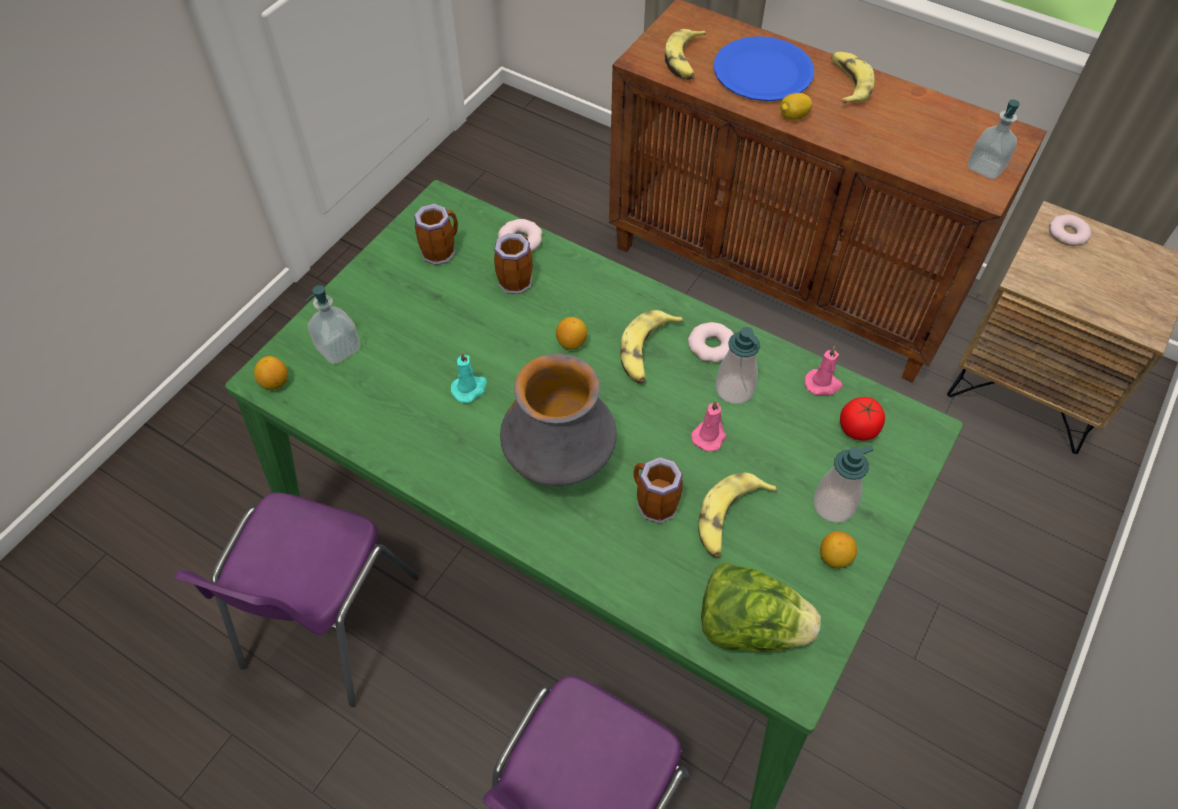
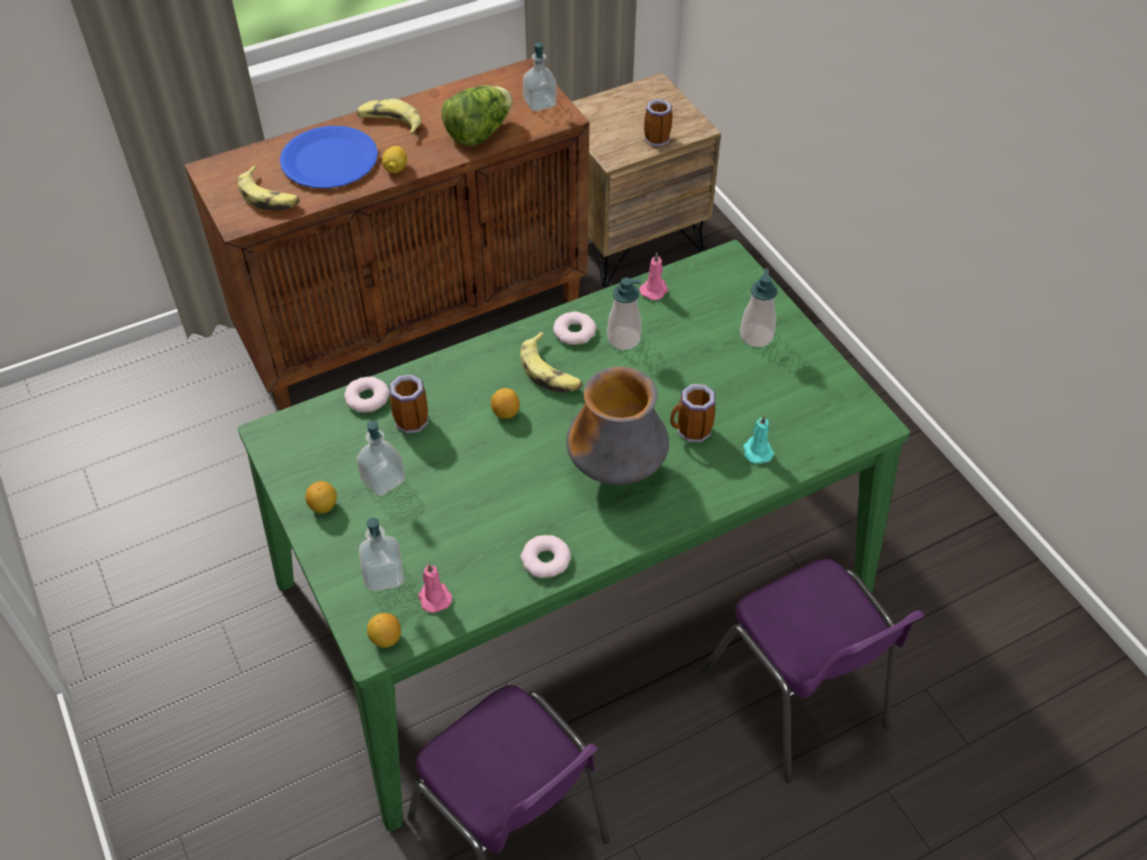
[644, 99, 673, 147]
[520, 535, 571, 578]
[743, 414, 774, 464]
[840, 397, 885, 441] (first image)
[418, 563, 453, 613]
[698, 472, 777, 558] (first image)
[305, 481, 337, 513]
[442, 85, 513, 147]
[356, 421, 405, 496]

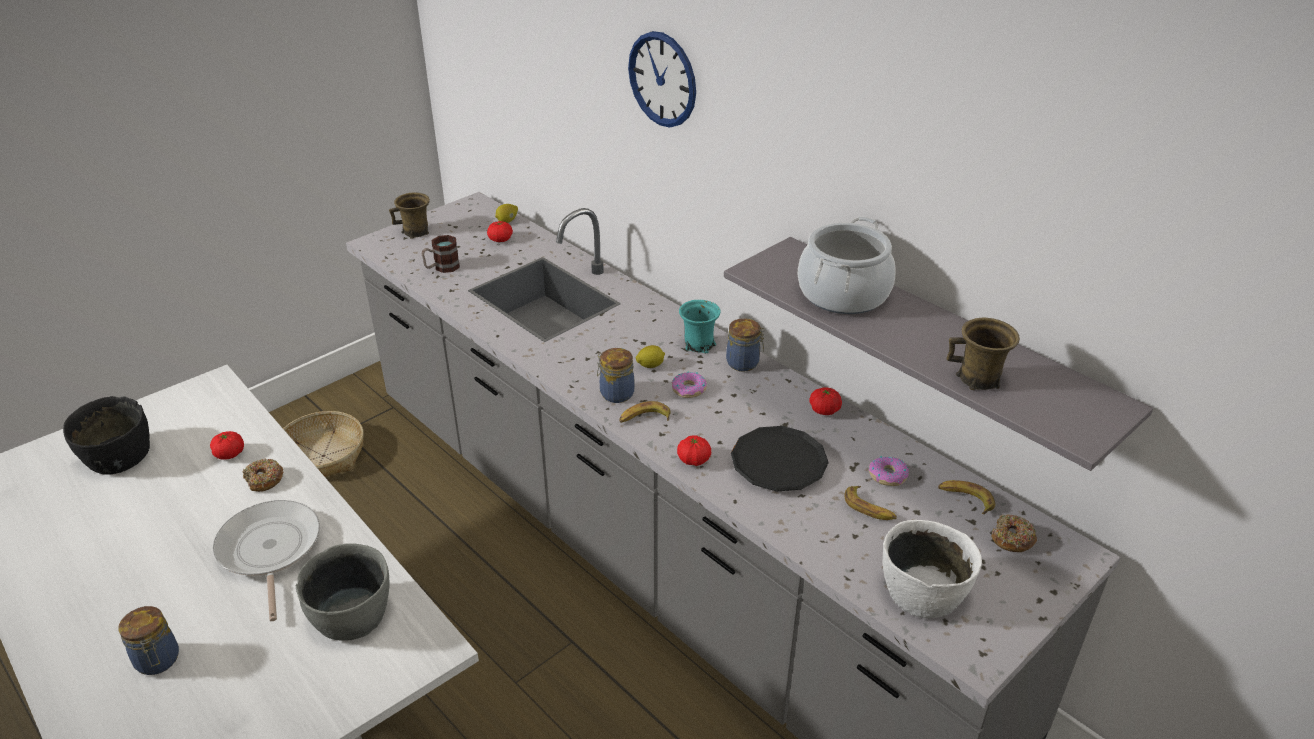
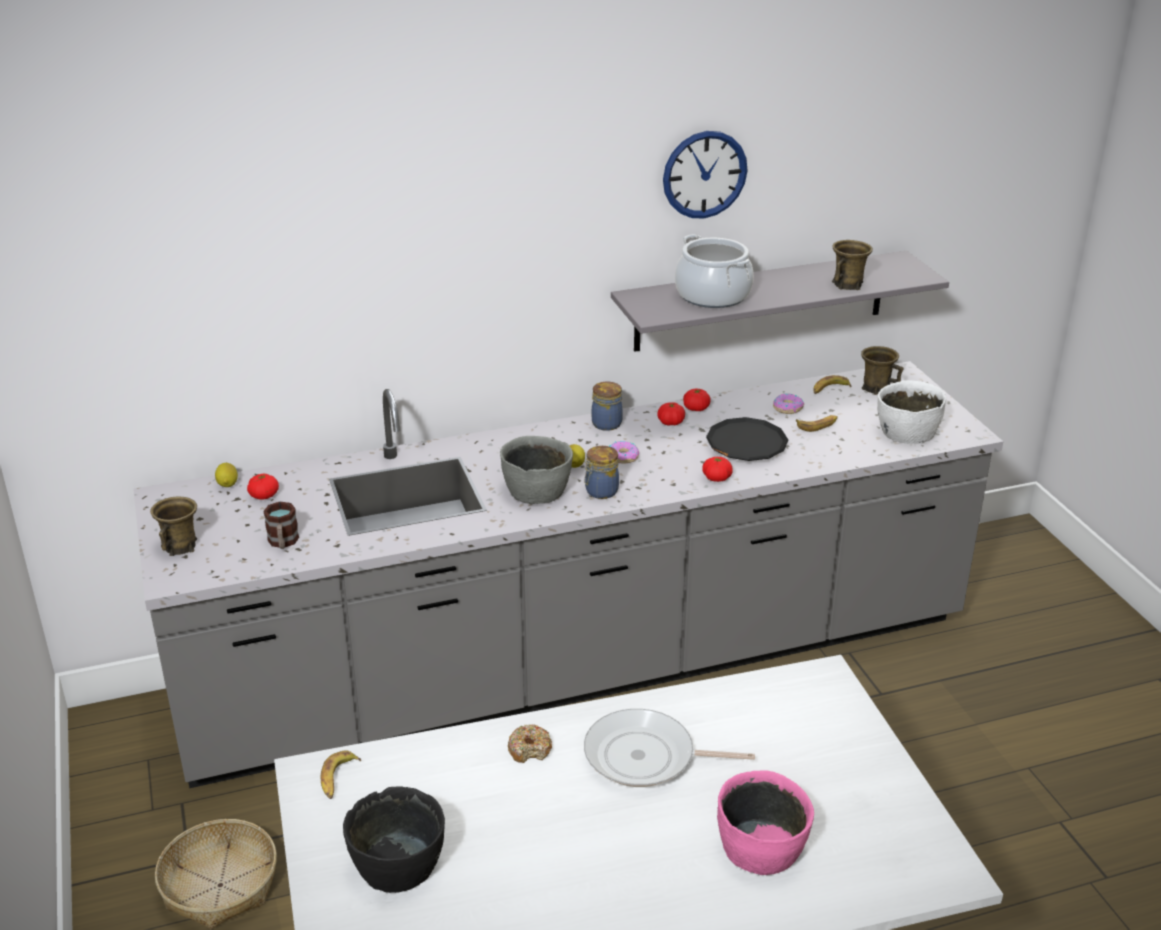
[663, 131, 747, 219]
[679, 300, 721, 353] (first image)
[321, 751, 361, 799]
[657, 402, 685, 426]
[861, 346, 903, 395]
[500, 436, 573, 504]
[717, 770, 814, 875]

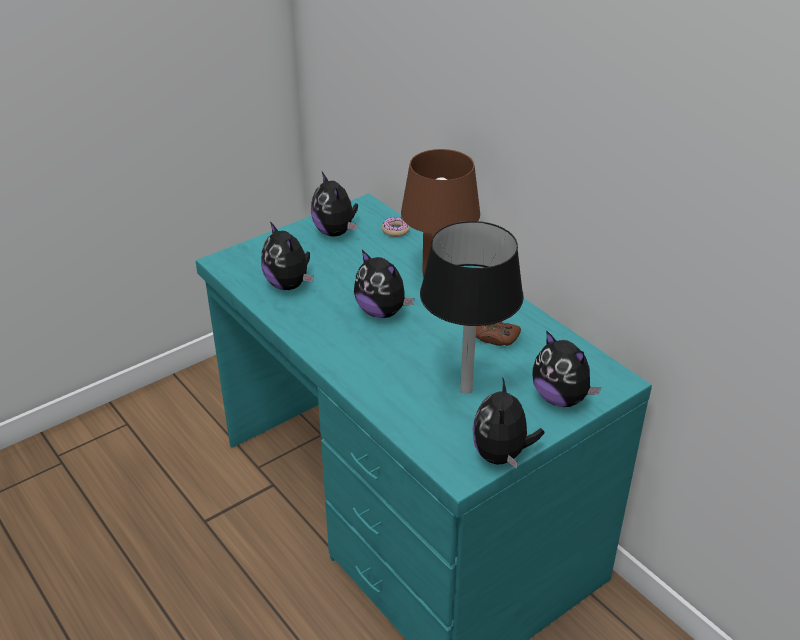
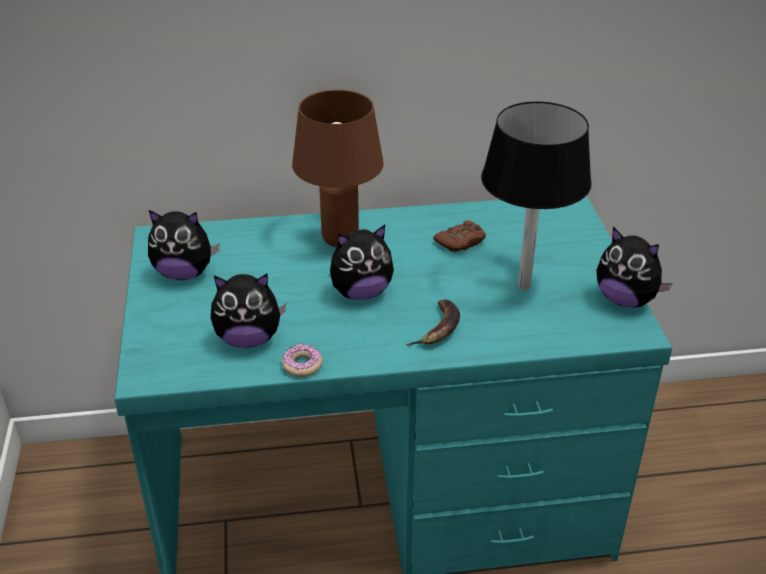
[282, 344, 323, 377]
[532, 330, 601, 407] (first image)
[406, 300, 460, 346]

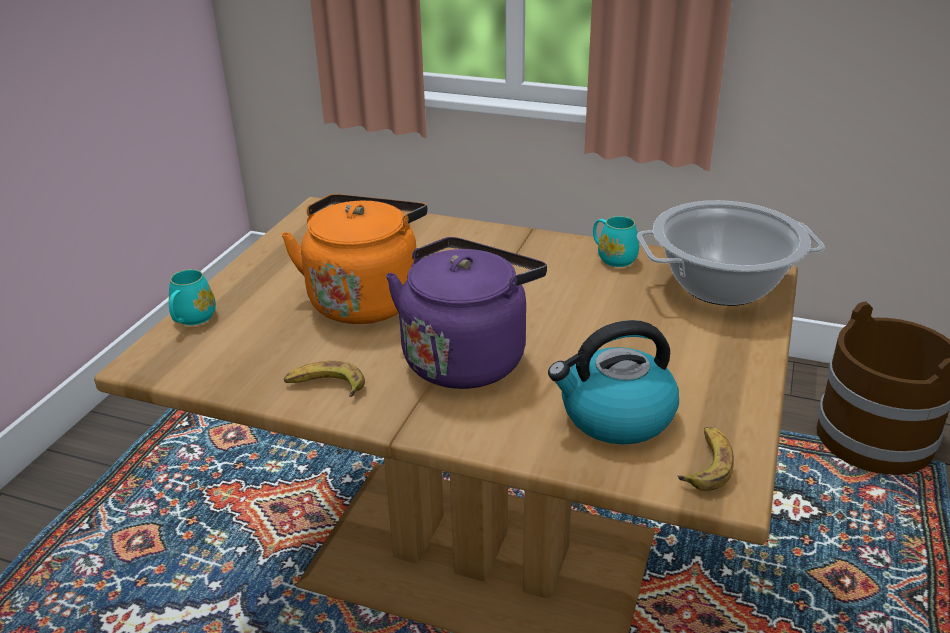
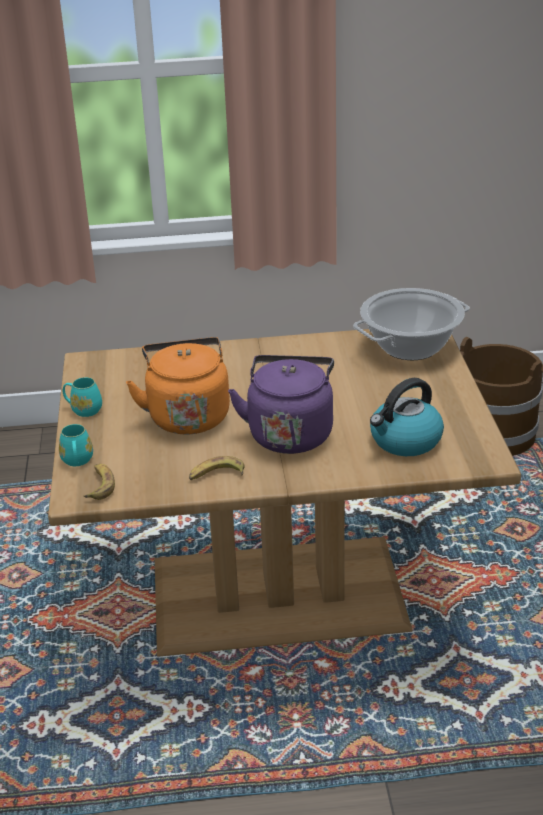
[63, 377, 102, 417]
[84, 464, 115, 500]

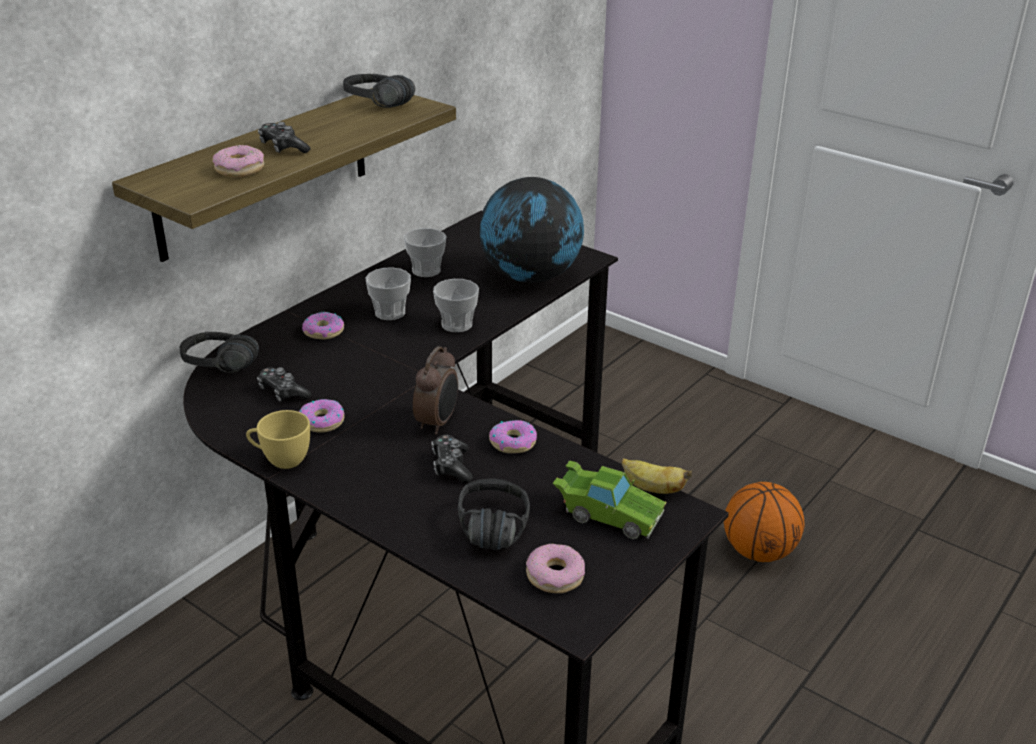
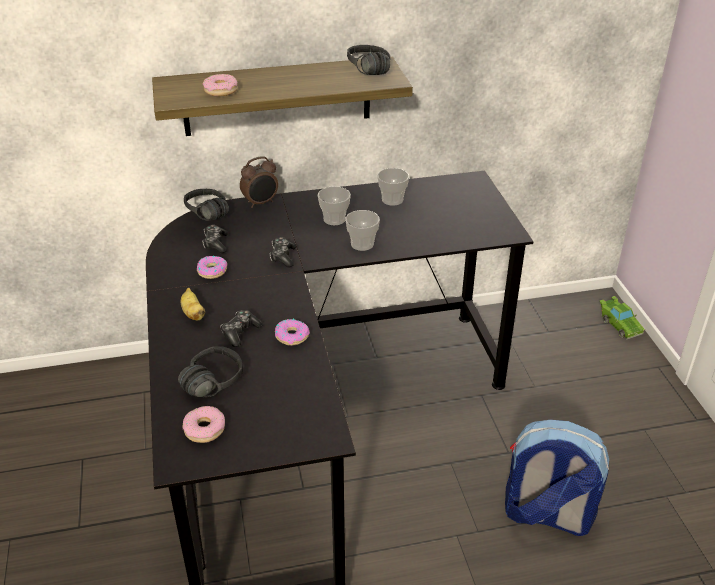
[269, 237, 296, 268]
[479, 177, 584, 283] (first image)
[302, 312, 344, 339] (first image)
[240, 156, 278, 208]
[246, 410, 310, 469] (first image)
[181, 288, 205, 320]
[600, 296, 645, 340]
[505, 420, 609, 536]

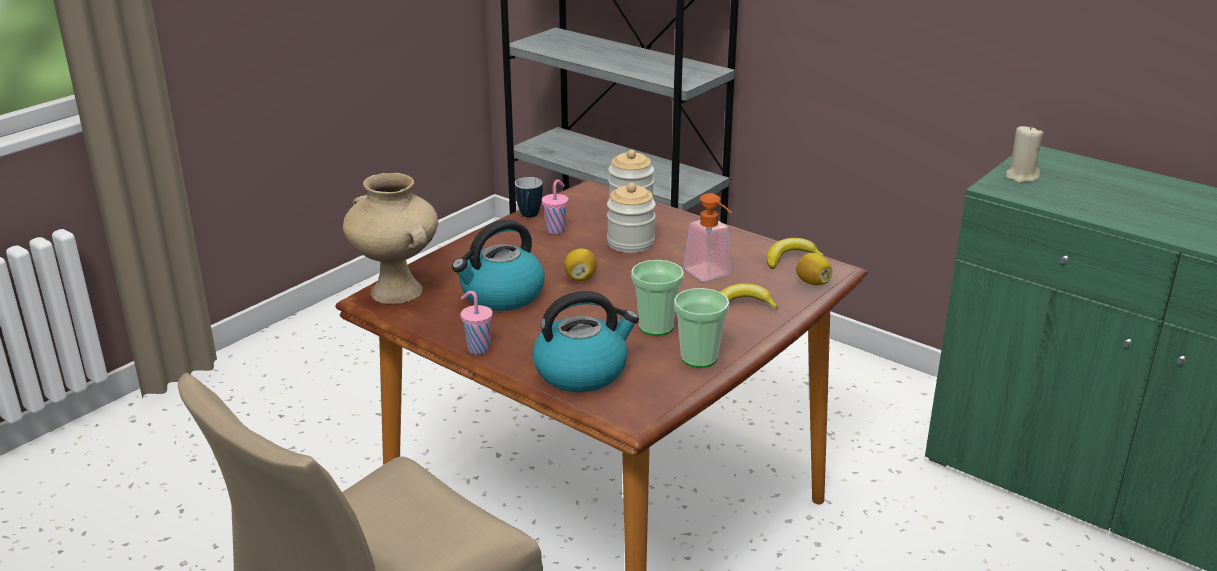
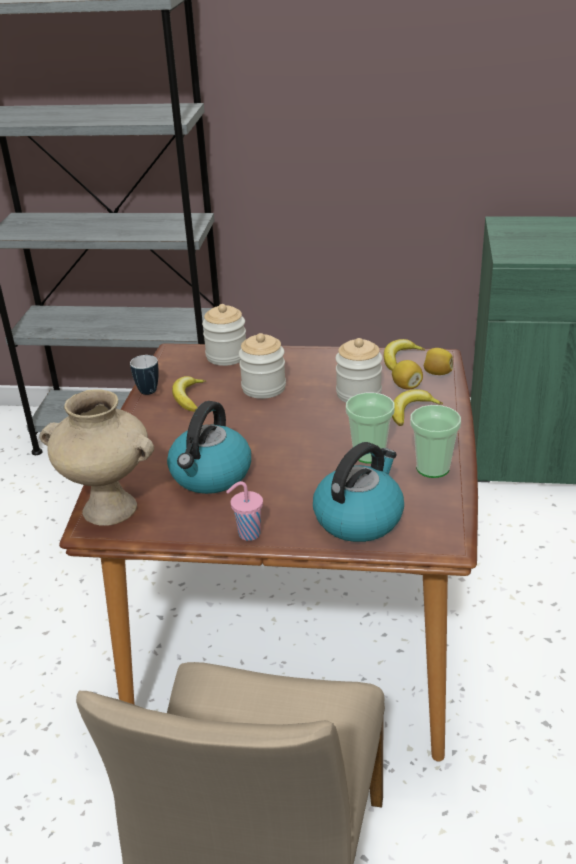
[1006, 125, 1044, 183] (first image)
[172, 376, 206, 412]
[335, 338, 382, 402]
[392, 360, 423, 390]

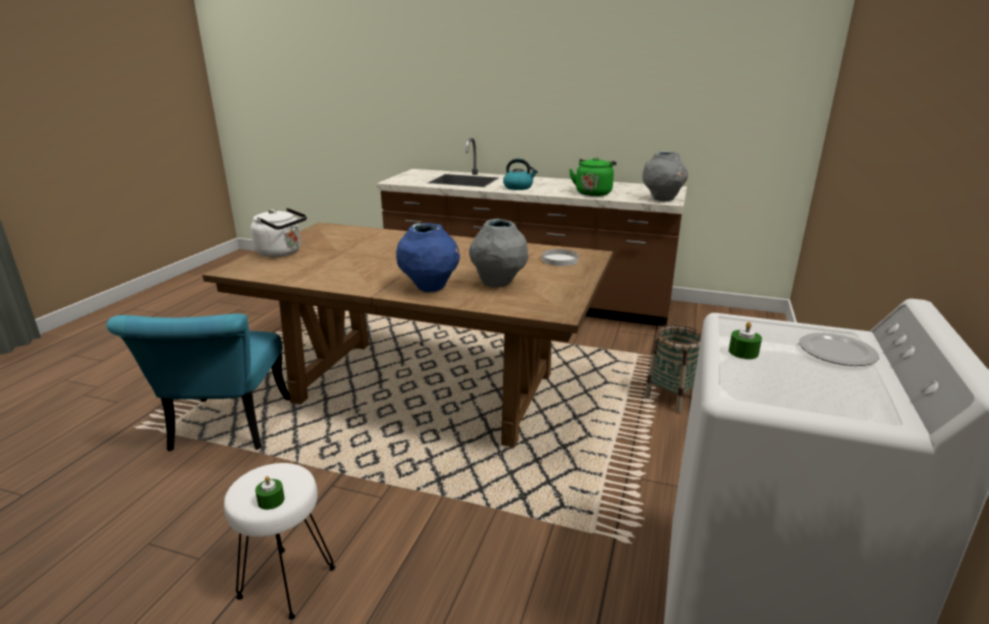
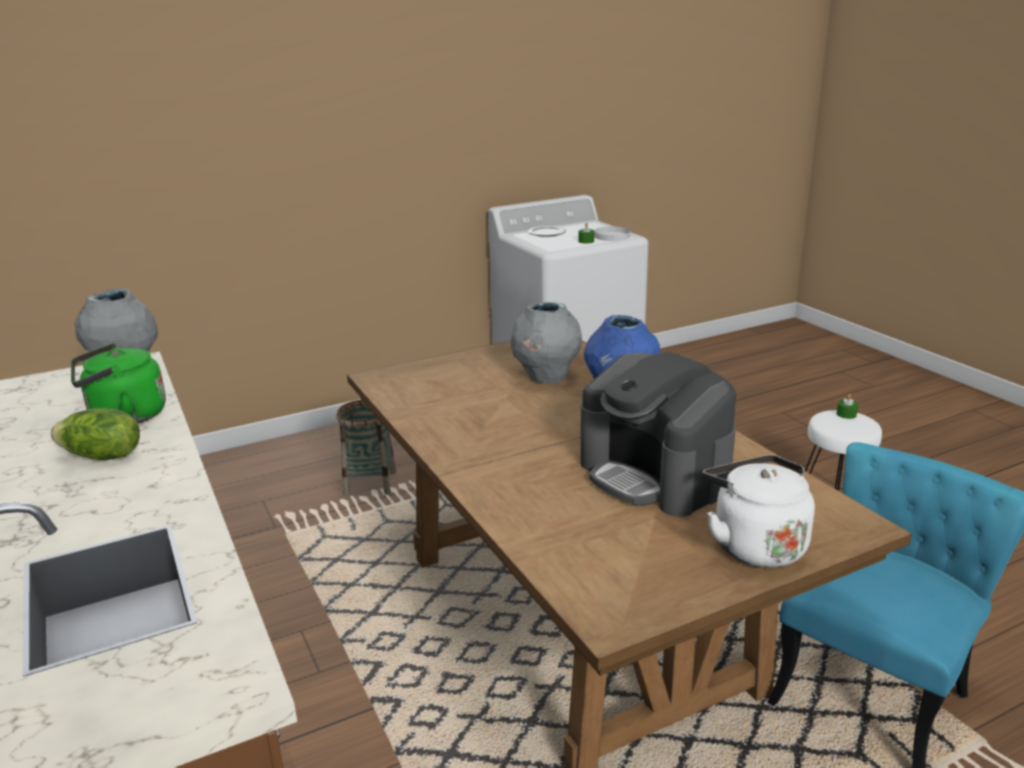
[503, 158, 538, 190] (first image)
[594, 227, 630, 241]
[580, 352, 736, 517]
[51, 408, 140, 460]

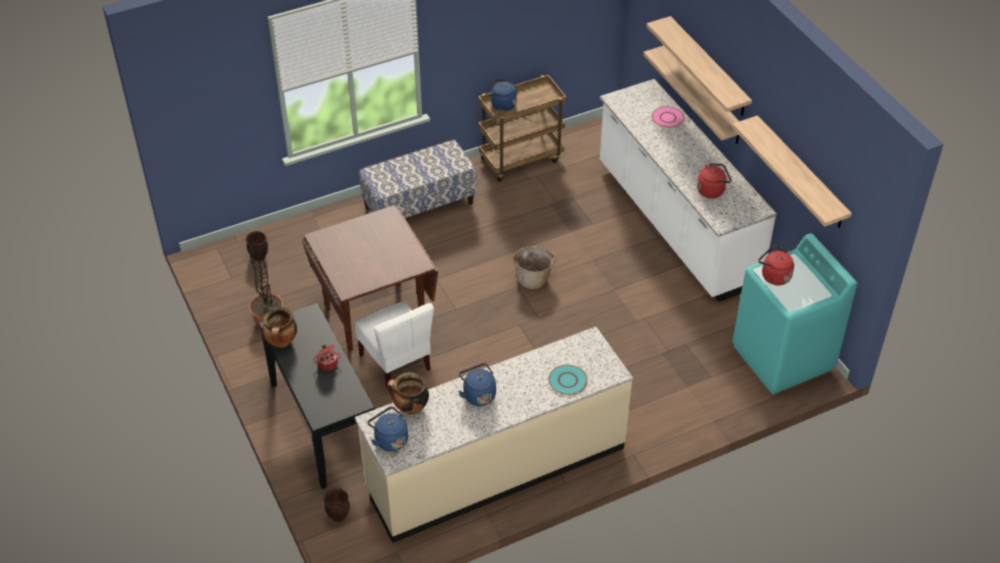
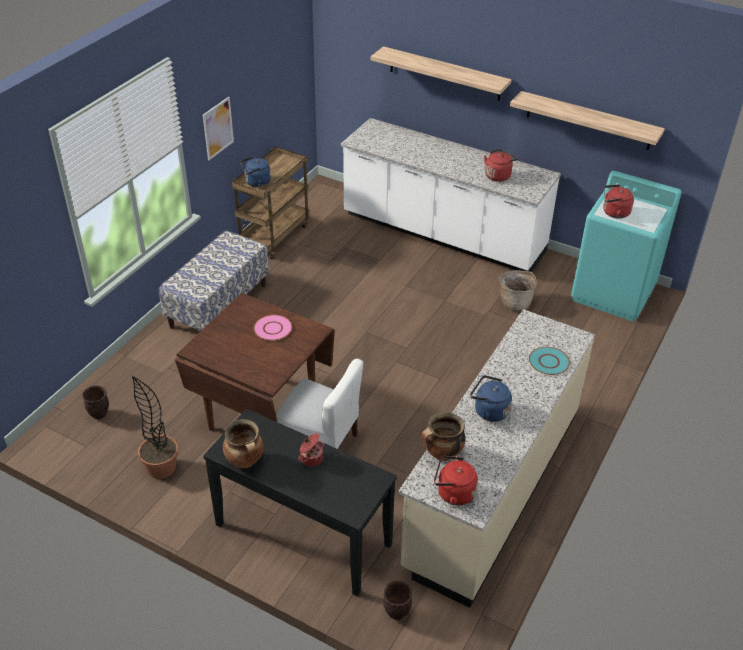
[643, 46, 739, 144] (first image)
[254, 315, 292, 341]
[499, 270, 537, 311]
[434, 456, 478, 505]
[203, 97, 234, 160]

